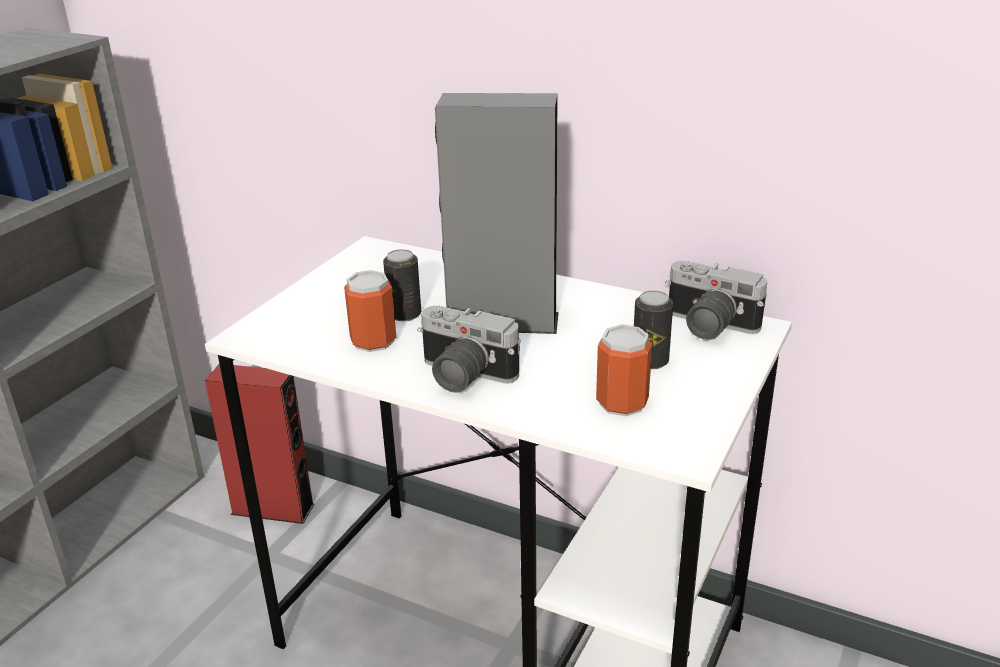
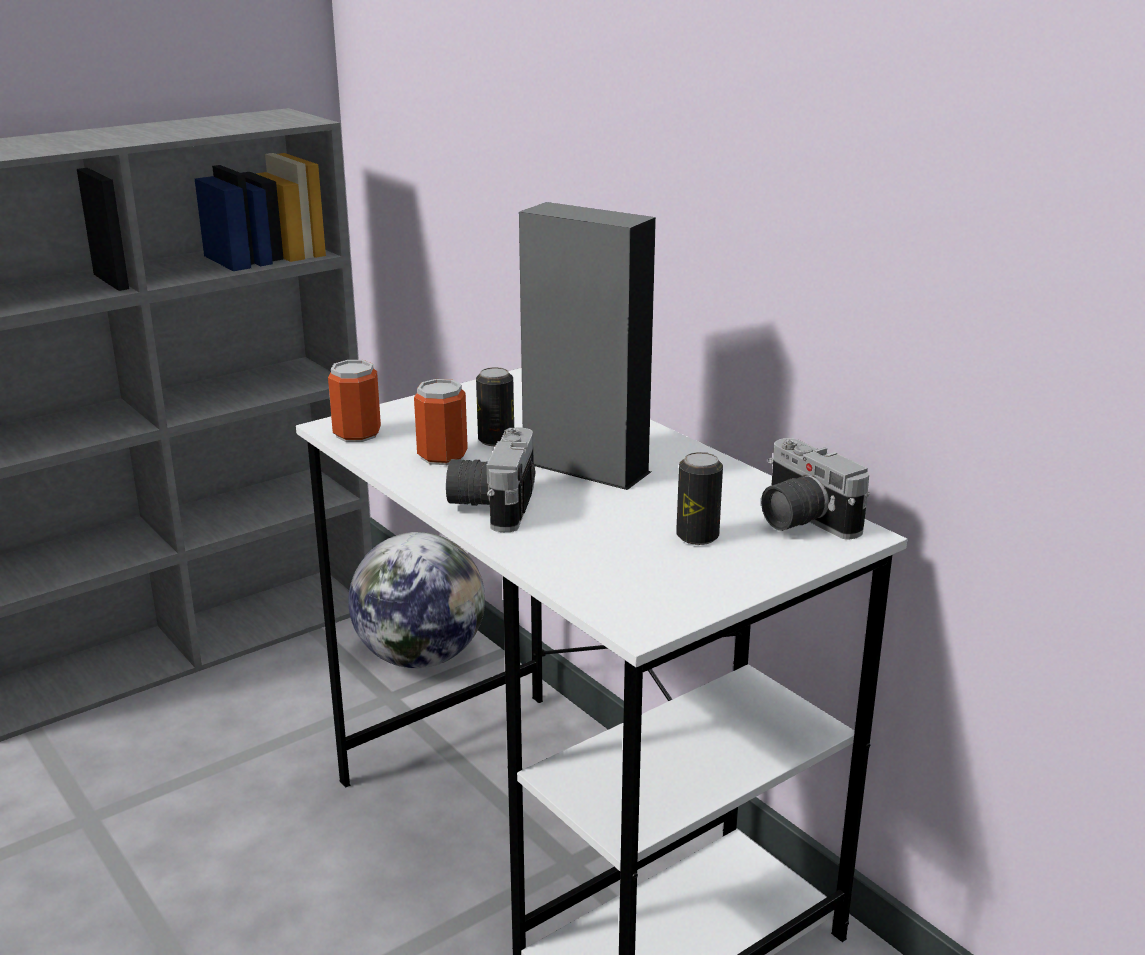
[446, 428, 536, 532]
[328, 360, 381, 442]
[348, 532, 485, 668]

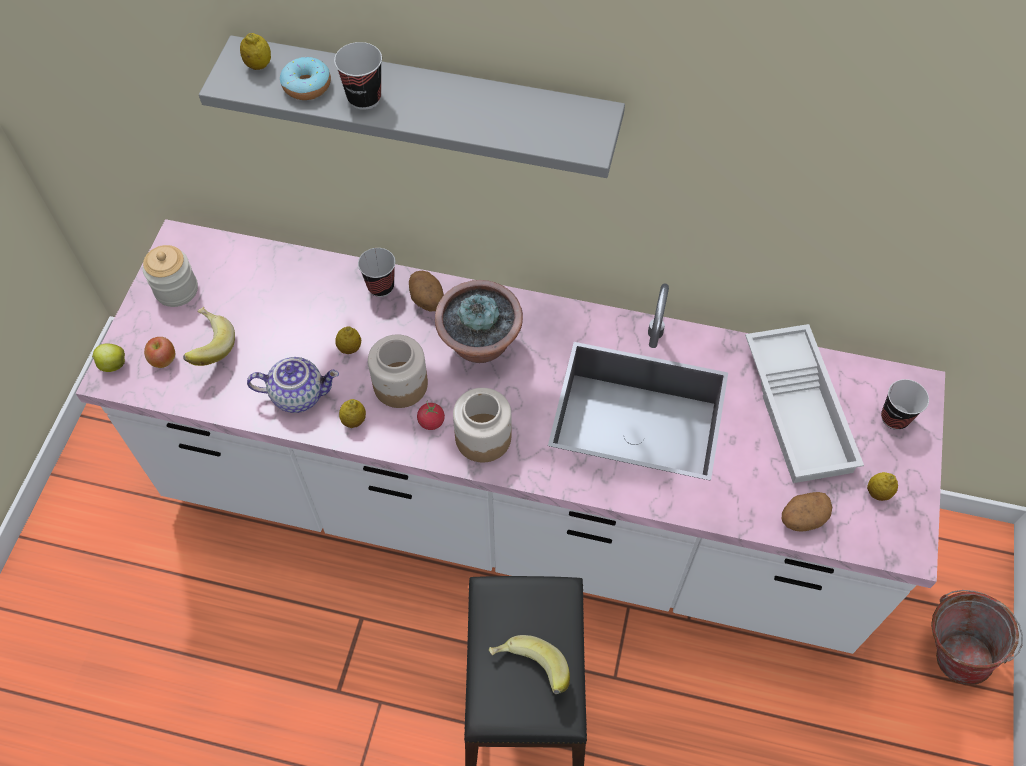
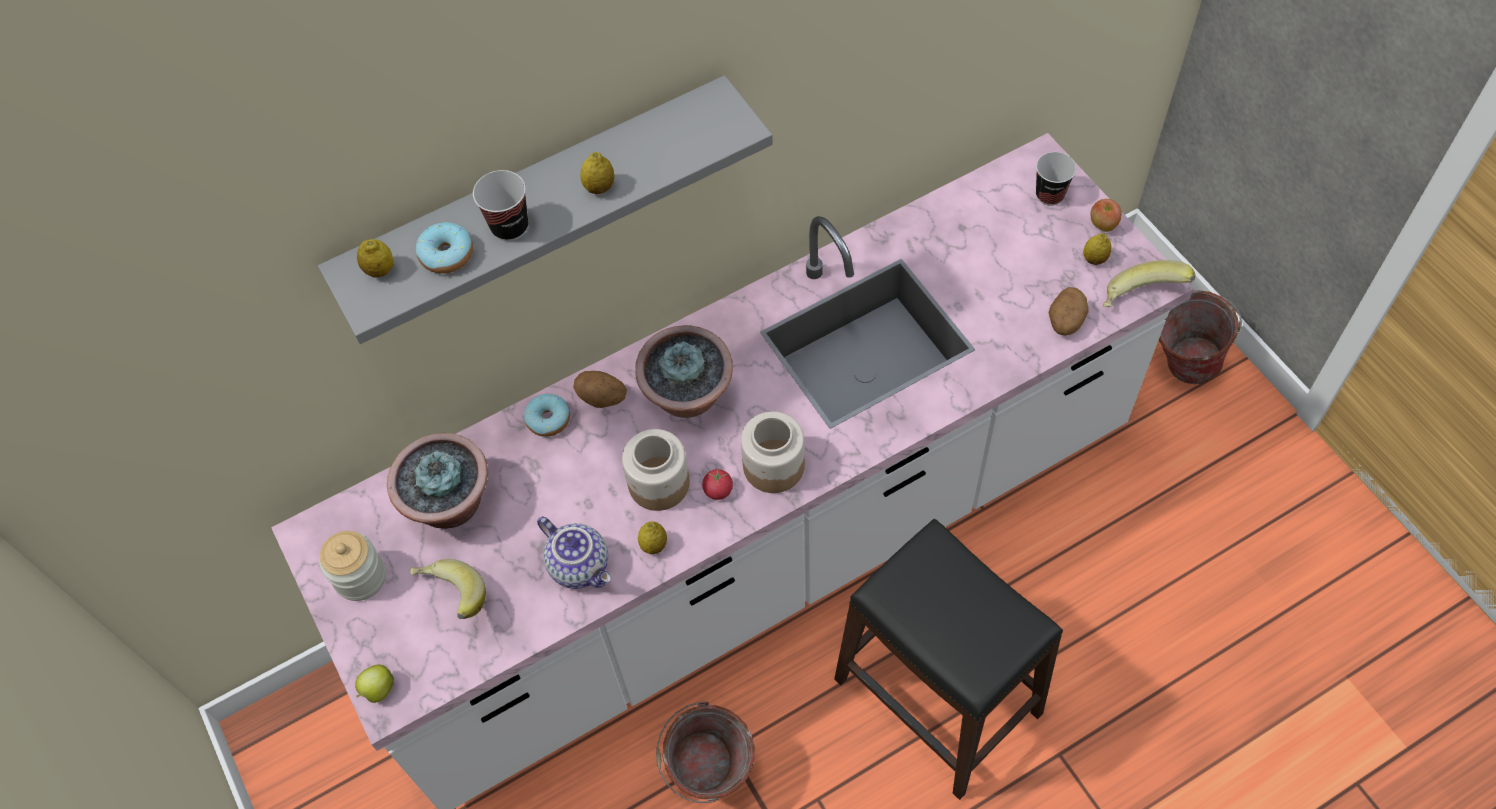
[524, 394, 570, 437]
[745, 324, 864, 483] (first image)
[581, 152, 614, 194]
[1090, 199, 1122, 232]
[537, 516, 611, 589]
[1103, 260, 1195, 307]
[387, 433, 488, 529]
[656, 702, 755, 803]

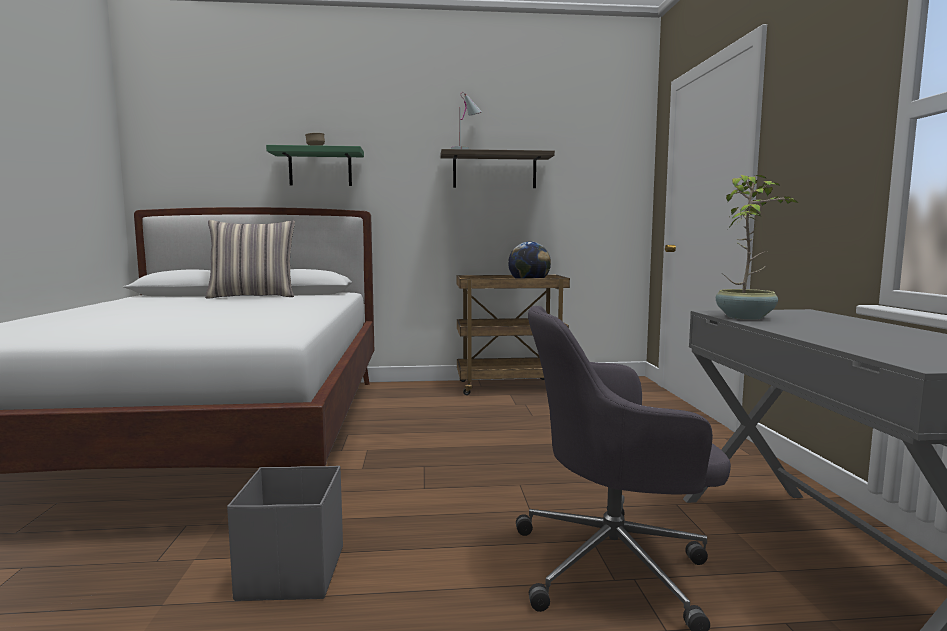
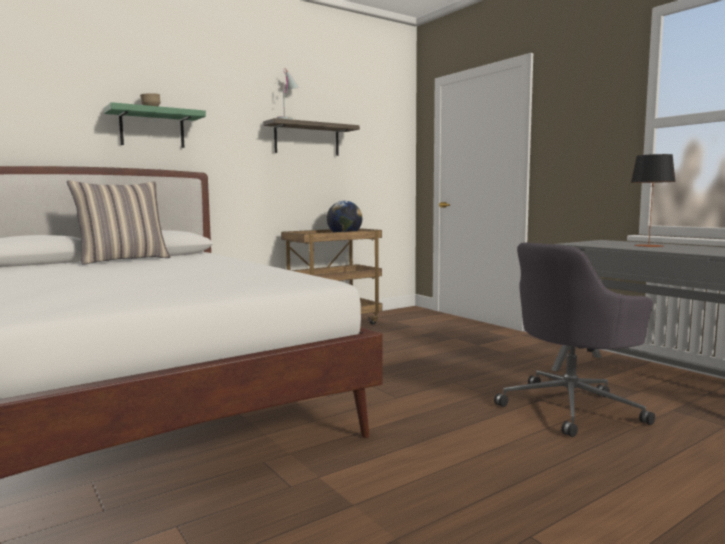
[716, 175, 798, 320] (first image)
[227, 466, 343, 601] (first image)
[631, 154, 676, 247]

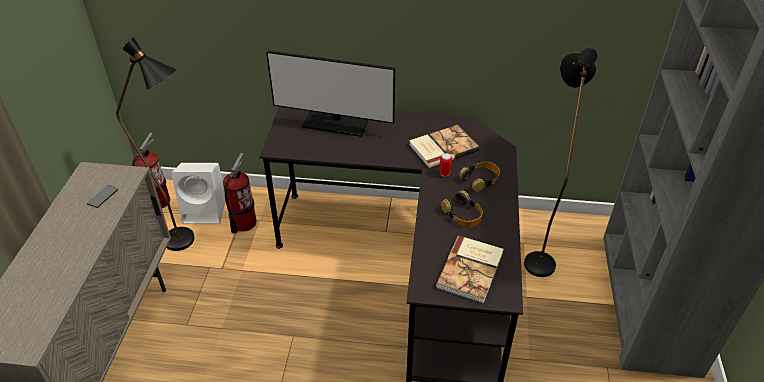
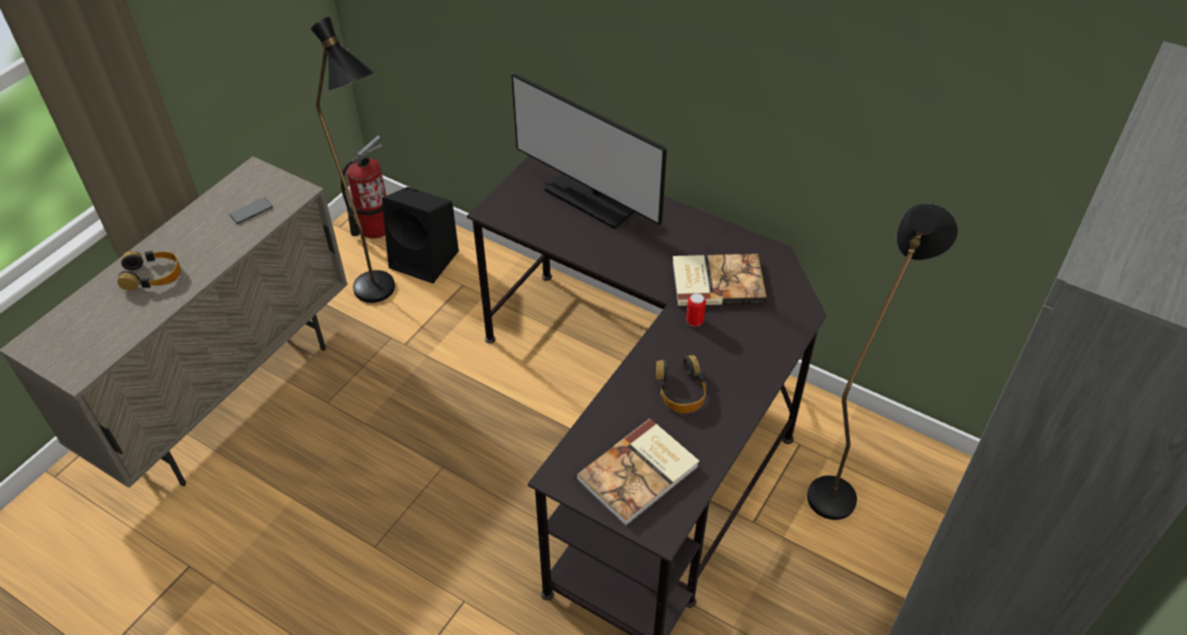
[223, 153, 256, 234] (first image)
[117, 251, 181, 291]
[382, 187, 459, 283]

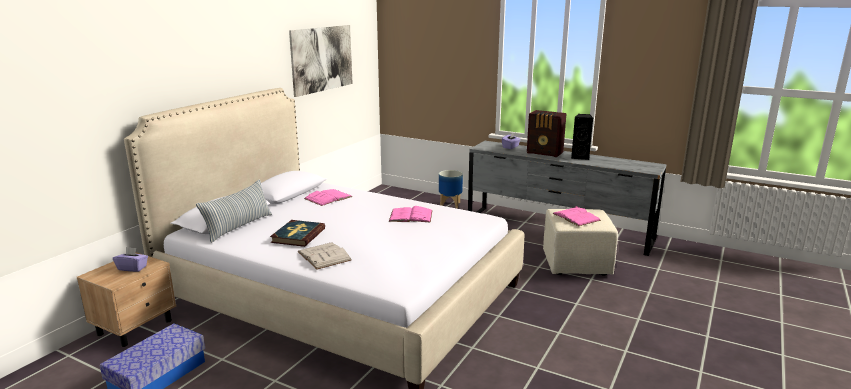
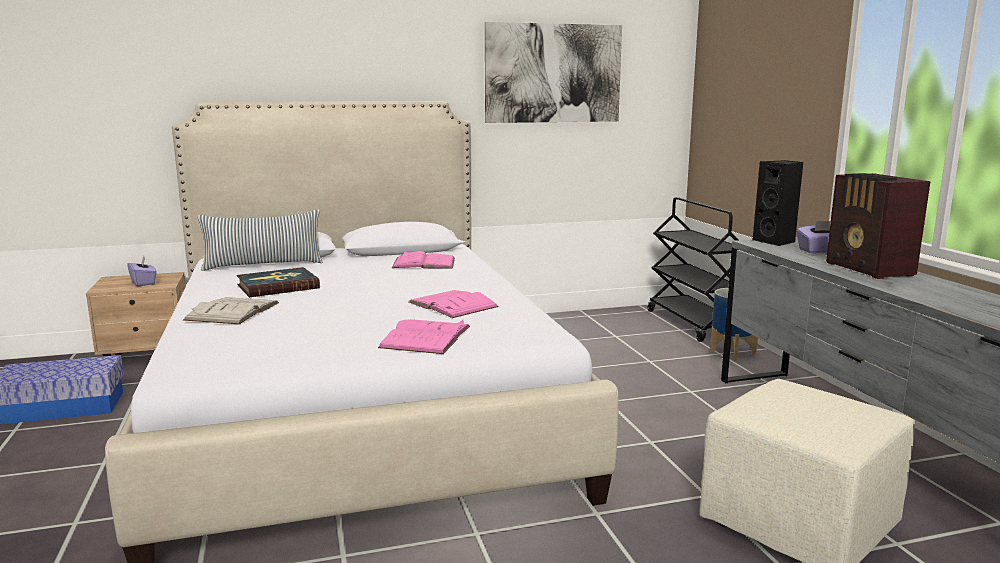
[752, 160, 803, 246]
[378, 319, 470, 354]
[648, 197, 739, 342]

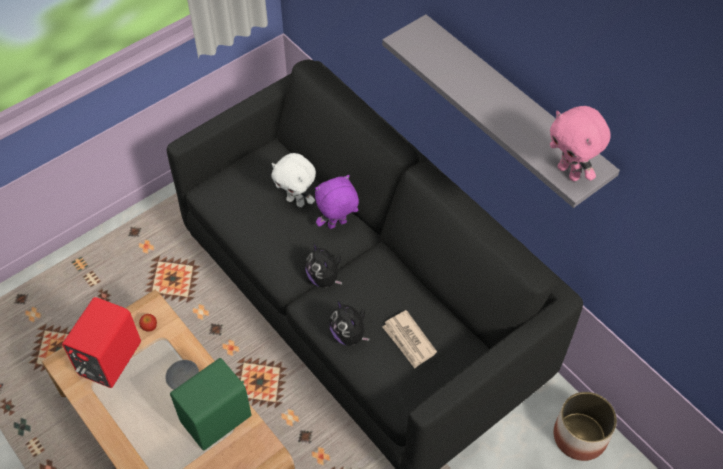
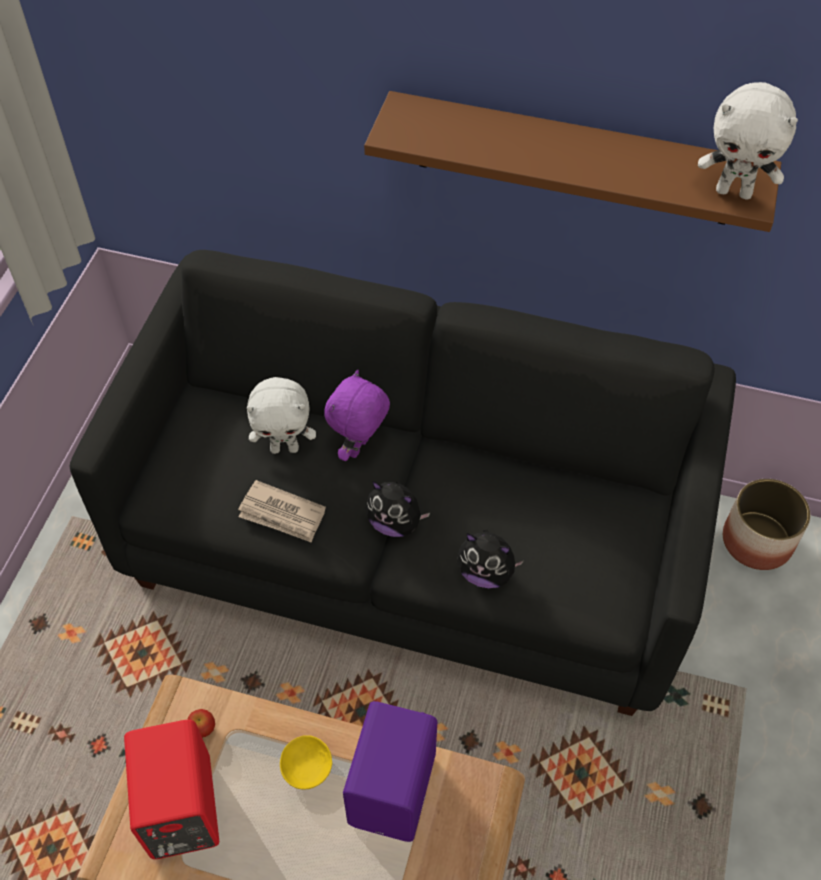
[364, 91, 781, 232]
[698, 82, 798, 199]
[238, 480, 326, 543]
[343, 701, 437, 842]
[280, 735, 332, 790]

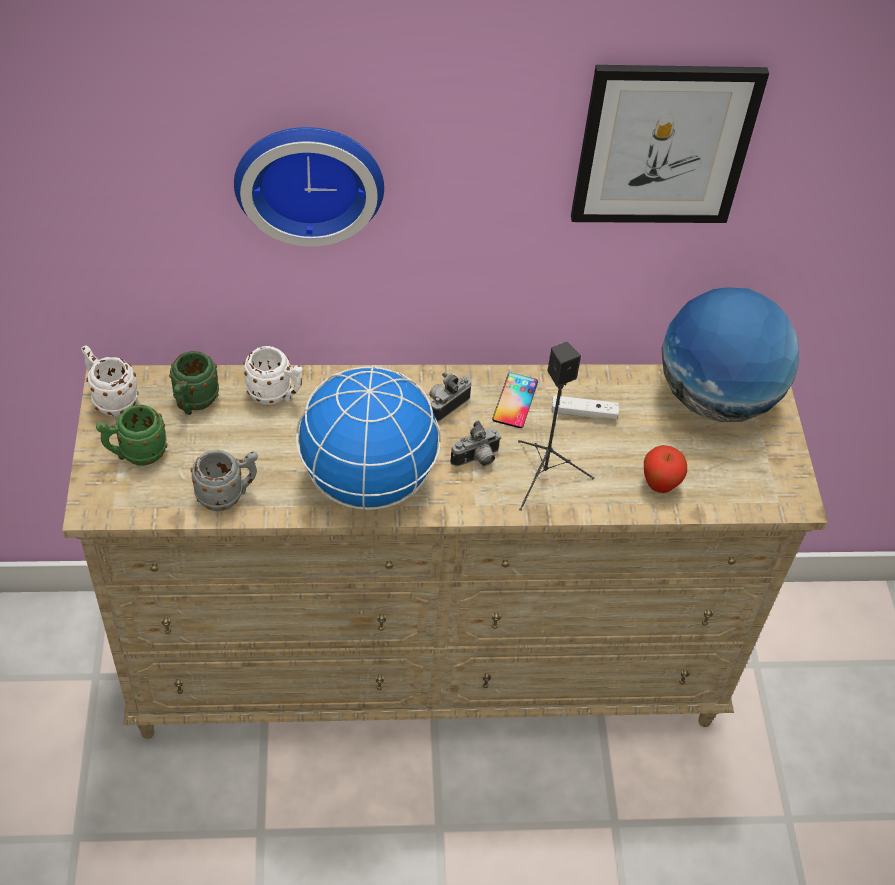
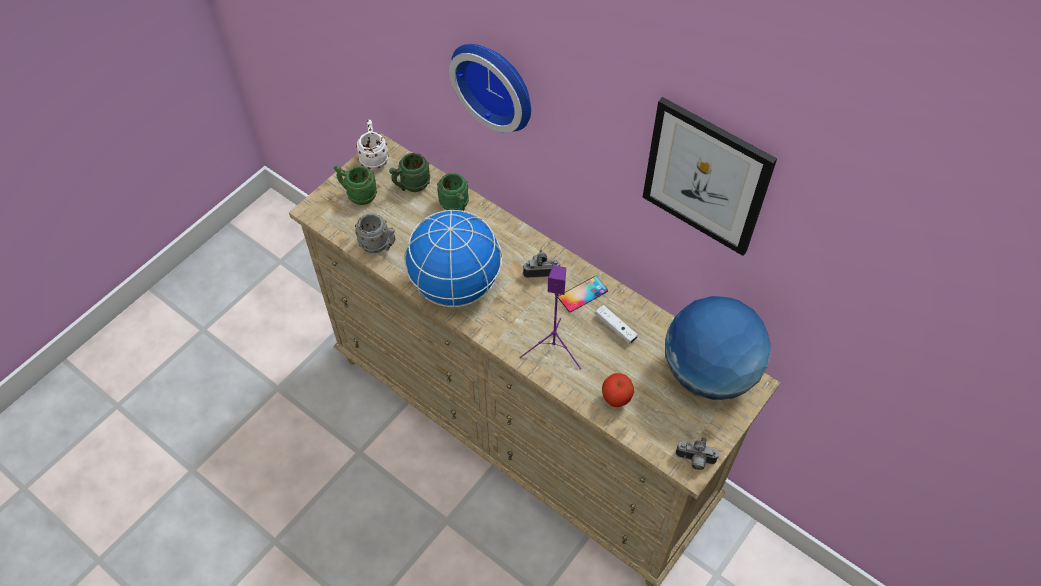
[520, 265, 581, 370]
[437, 173, 469, 212]
[676, 437, 719, 470]

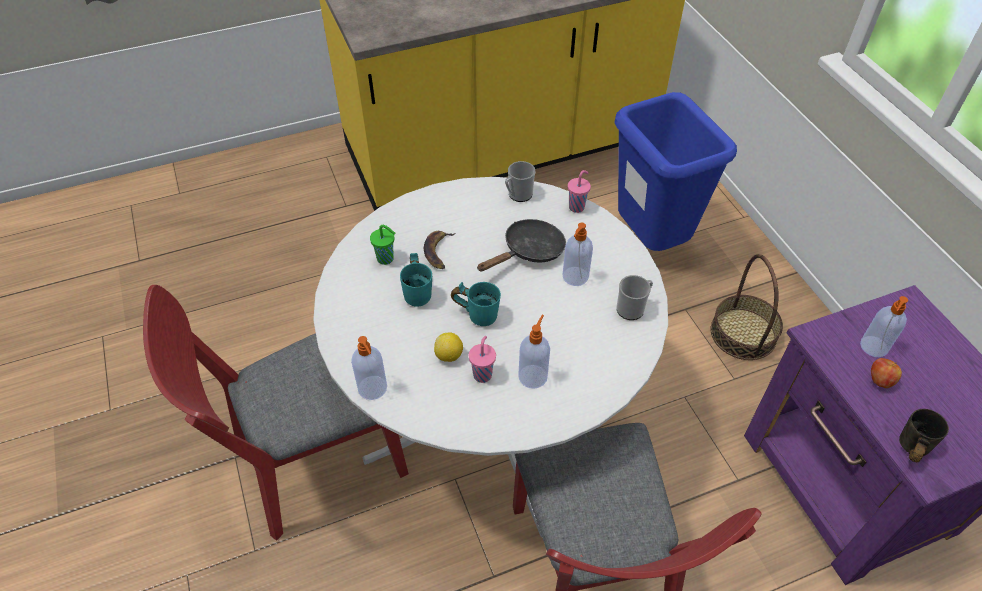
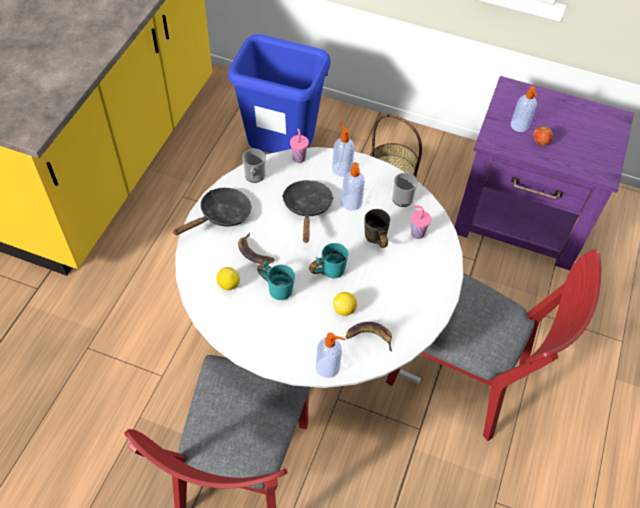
[216, 267, 240, 290]
[332, 122, 355, 177]
[411, 205, 431, 239]
[364, 209, 390, 248]
[172, 188, 252, 235]
[346, 322, 392, 352]

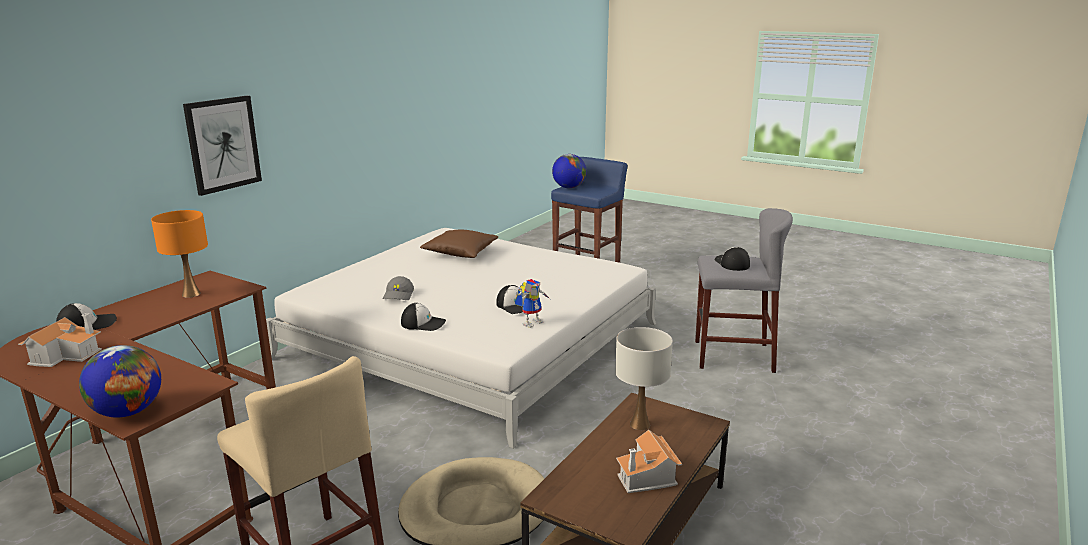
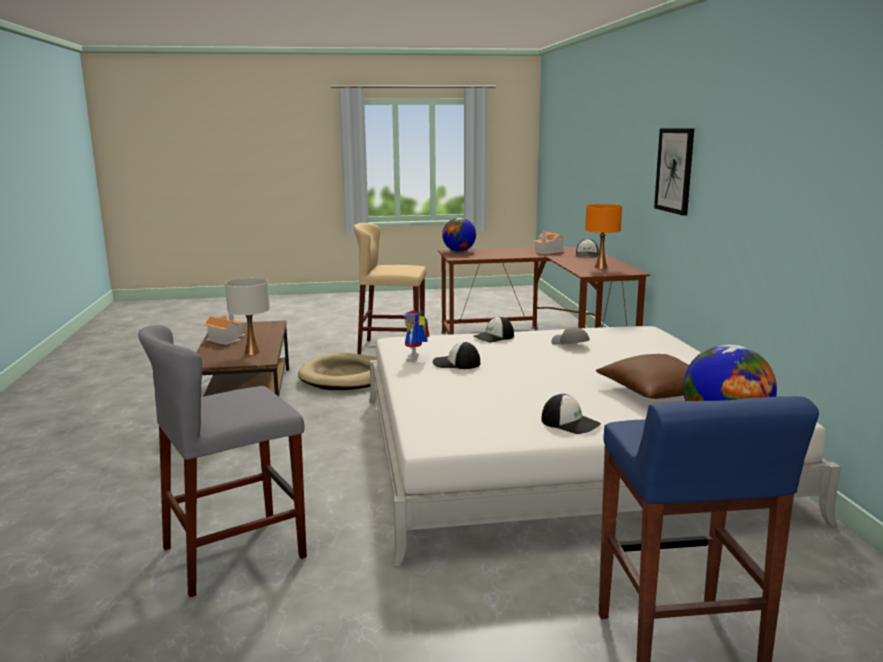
[541, 394, 601, 434]

